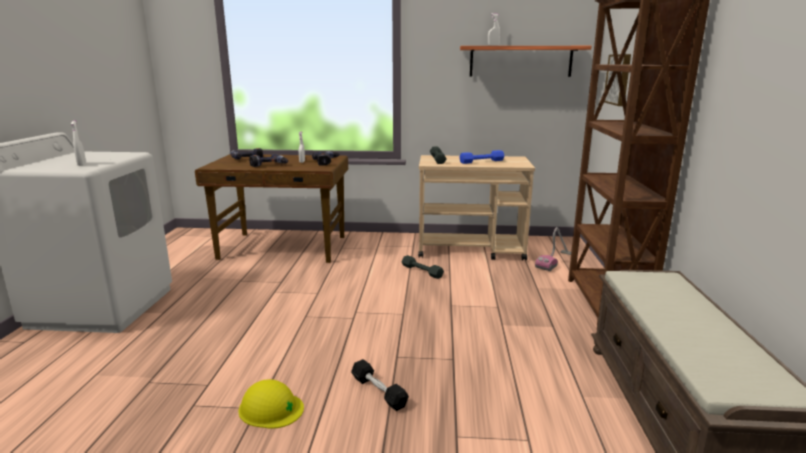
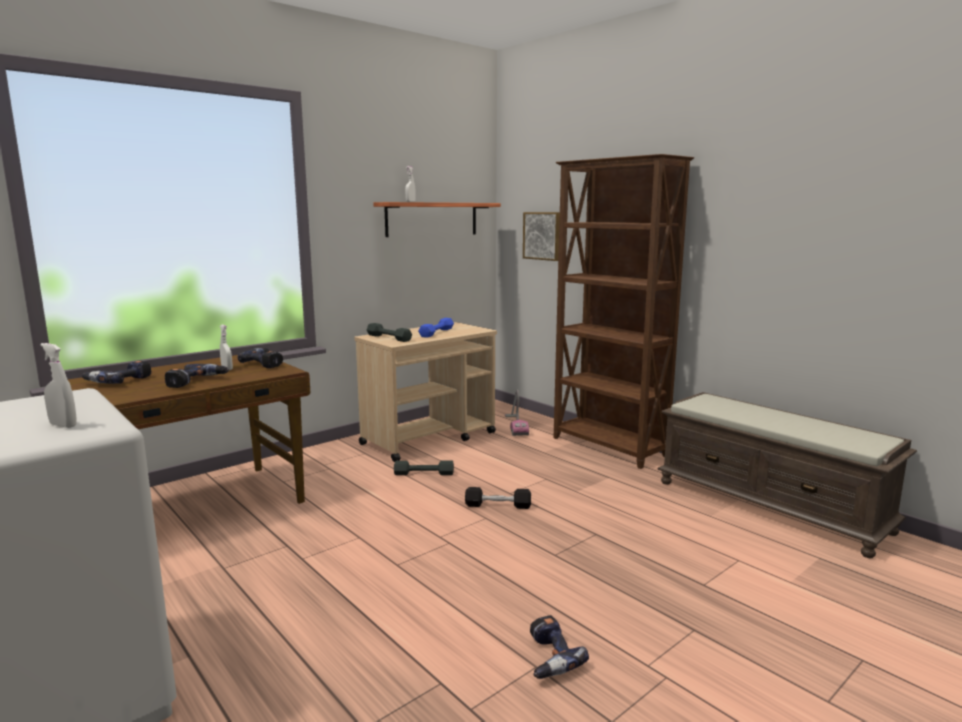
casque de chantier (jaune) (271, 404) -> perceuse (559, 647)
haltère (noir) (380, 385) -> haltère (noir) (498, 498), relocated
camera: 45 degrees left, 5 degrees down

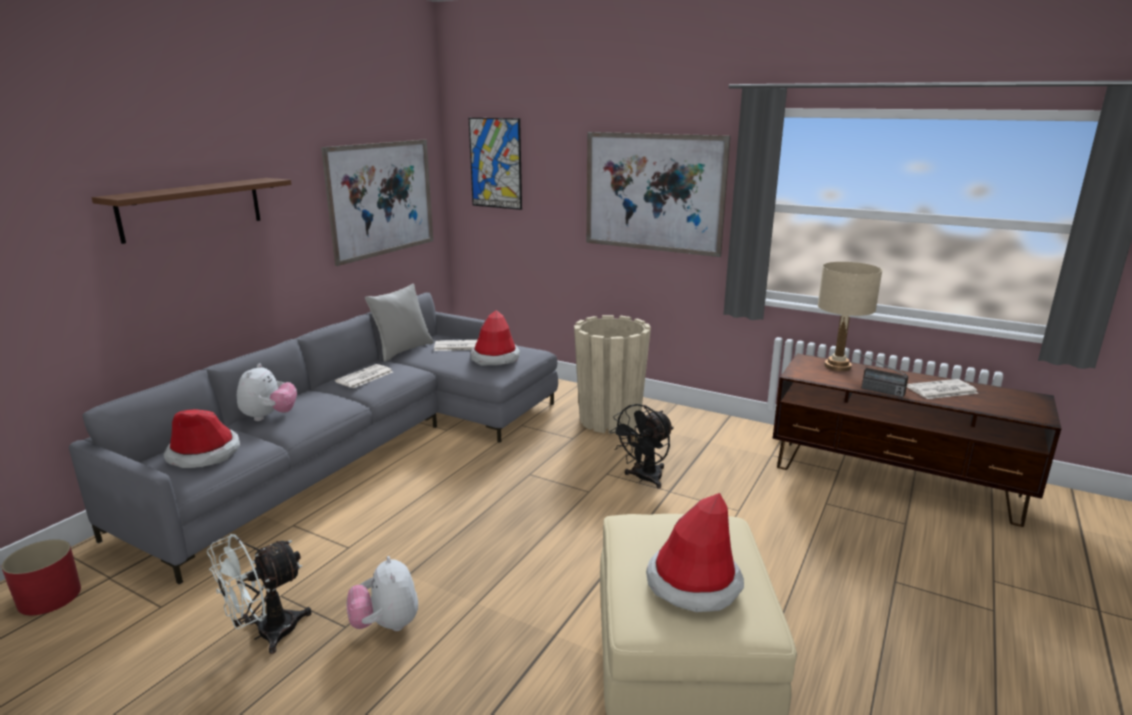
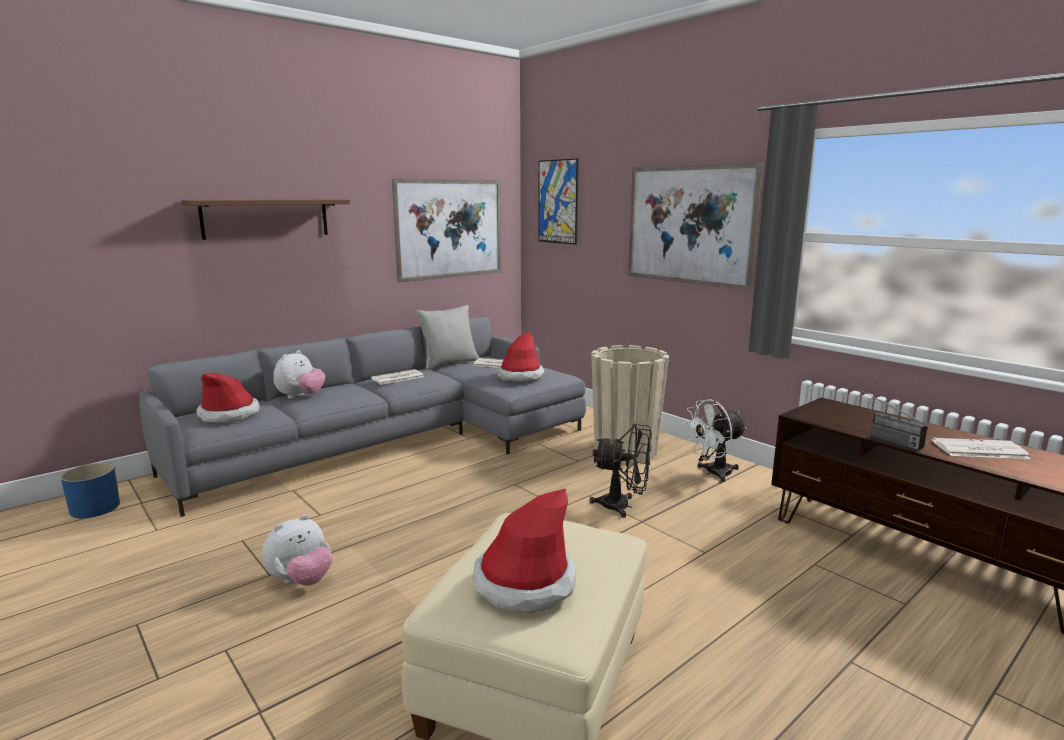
cache-pot (rouge) (41, 577) -> cache-pot (bleu) (90, 490)
ventilateur (blanc) (259, 594) -> ventilateur (blanc) (715, 440), relocated
peluche (382, 593) -> peluche (297, 550), 135 degrees counterclockwise
ventilateur (noir) (641, 446) -> ventilateur (noir) (620, 471), 135 degrees counterclockwise
lampe de table (beige) (850, 316) -> none
camera: 20 degrees right, 5 degrees down

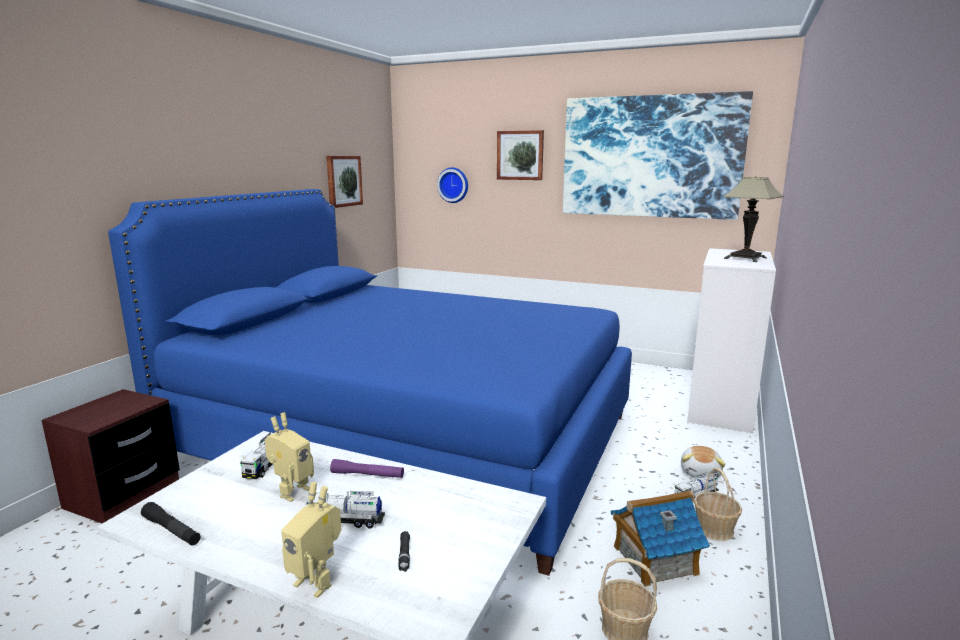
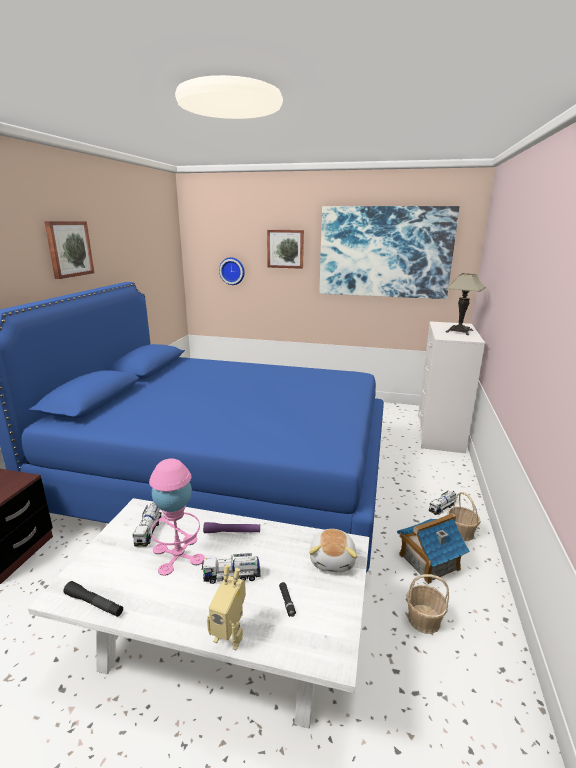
robot jouet (289, 457) -> lampe de table (rose) (177, 517)
tableau (344, 182) -> tableau (69, 250), relocated
peluche (703, 462) -> peluche (333, 550), relocated
camera: 10 degrees left, 5 degrees up

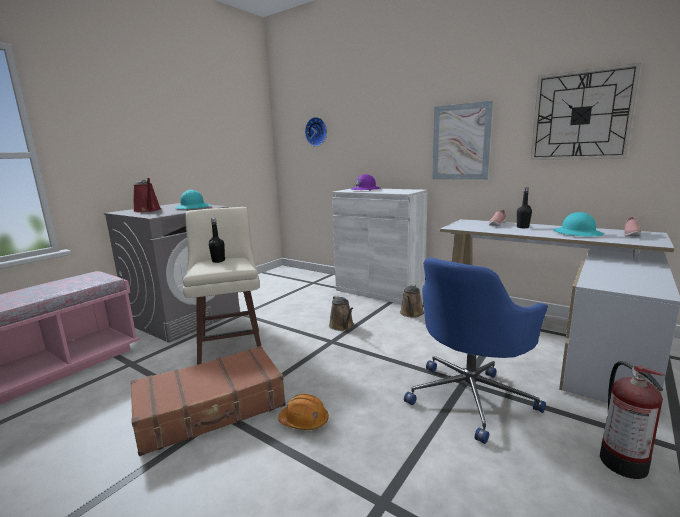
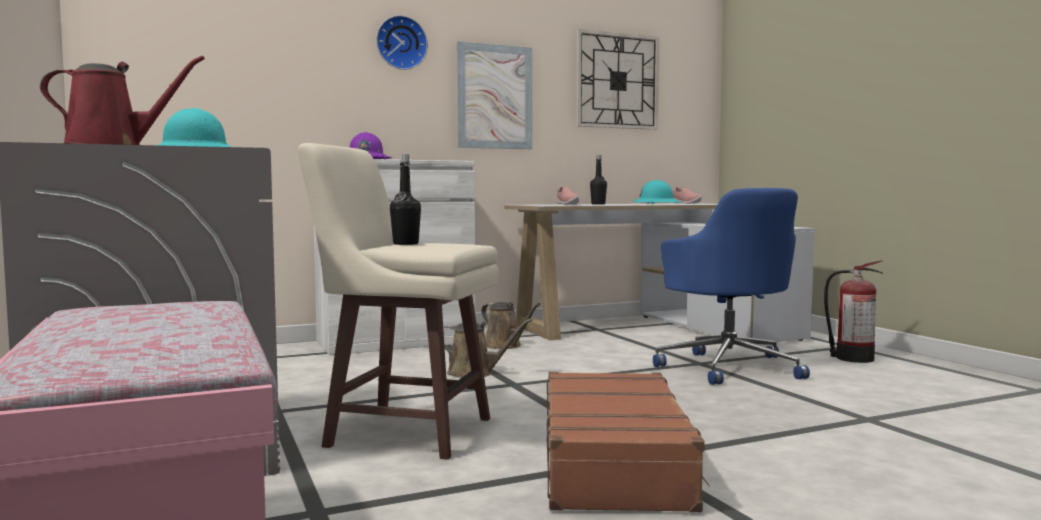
casque de chantier (orange) (303, 412) -> none
horloge murale (316, 132) -> horloge murale (402, 42), relocated
camera: 60 degrees left, 10 degrees down

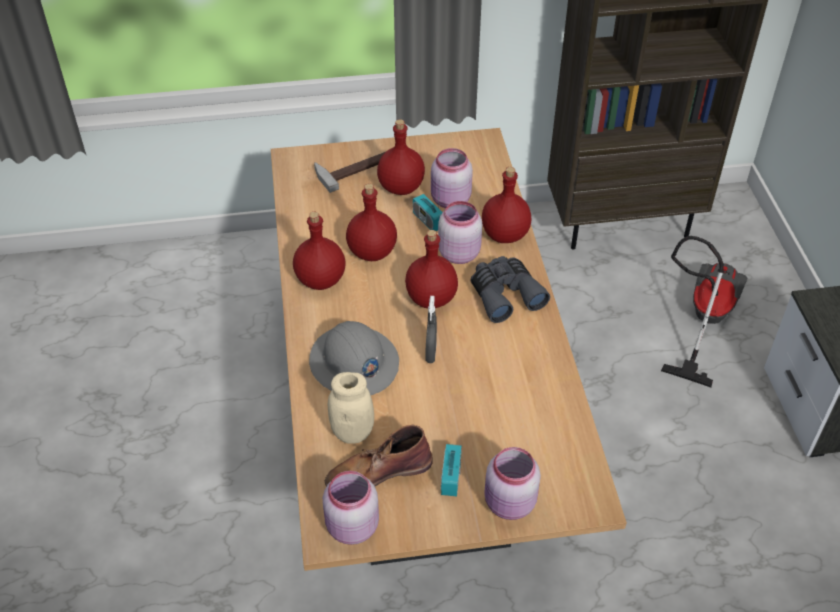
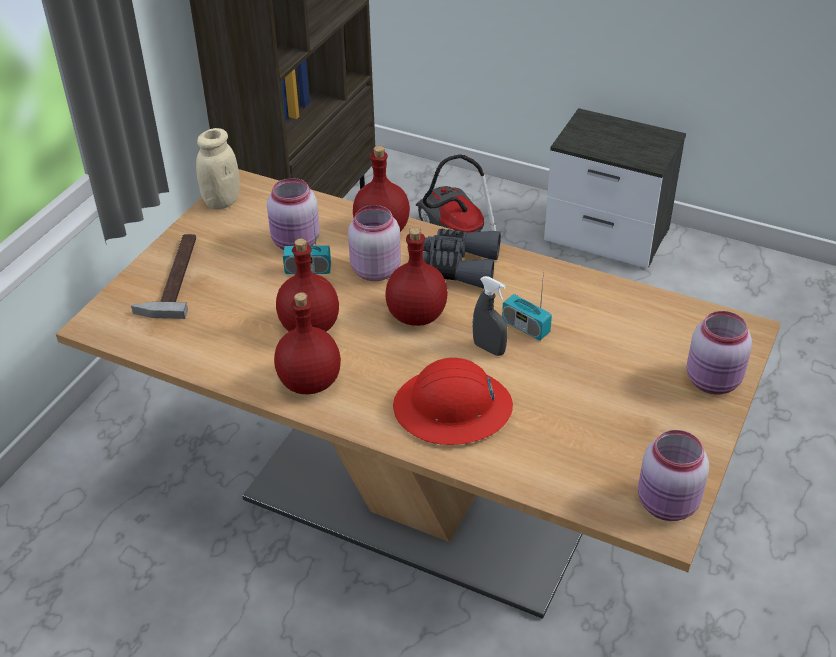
casque de chantier (gris) (354, 358) -> casque de chantier (rouge) (453, 401)
botte (marron) (379, 456) -> none
bocal (beige) (351, 408) -> bocal (beige) (218, 168), relocated
bouteille (rouge) (401, 157) -> none
radio (451, 470) -> radio (527, 306), relocated
camera: 55 degrees left, 5 degrees down

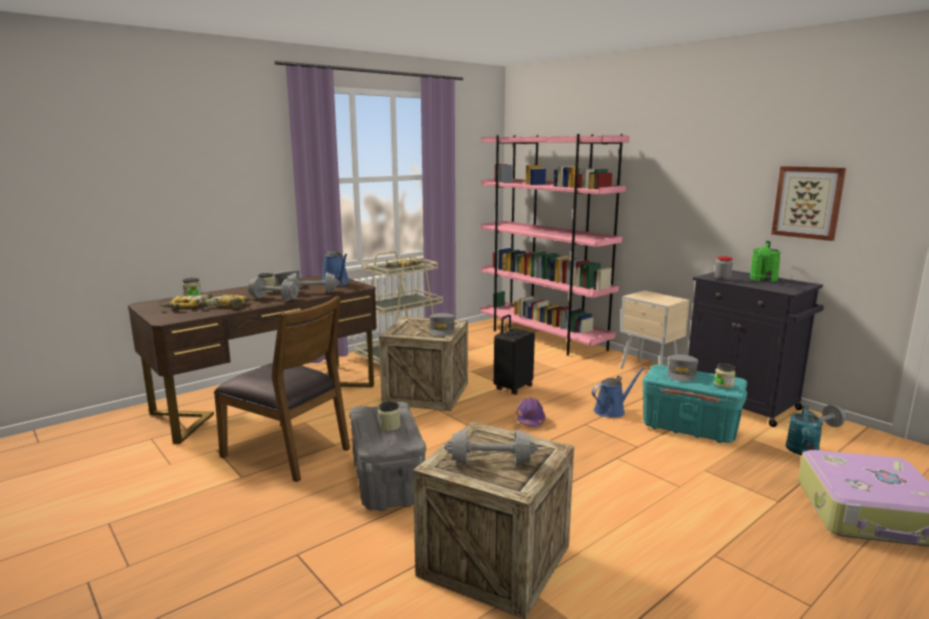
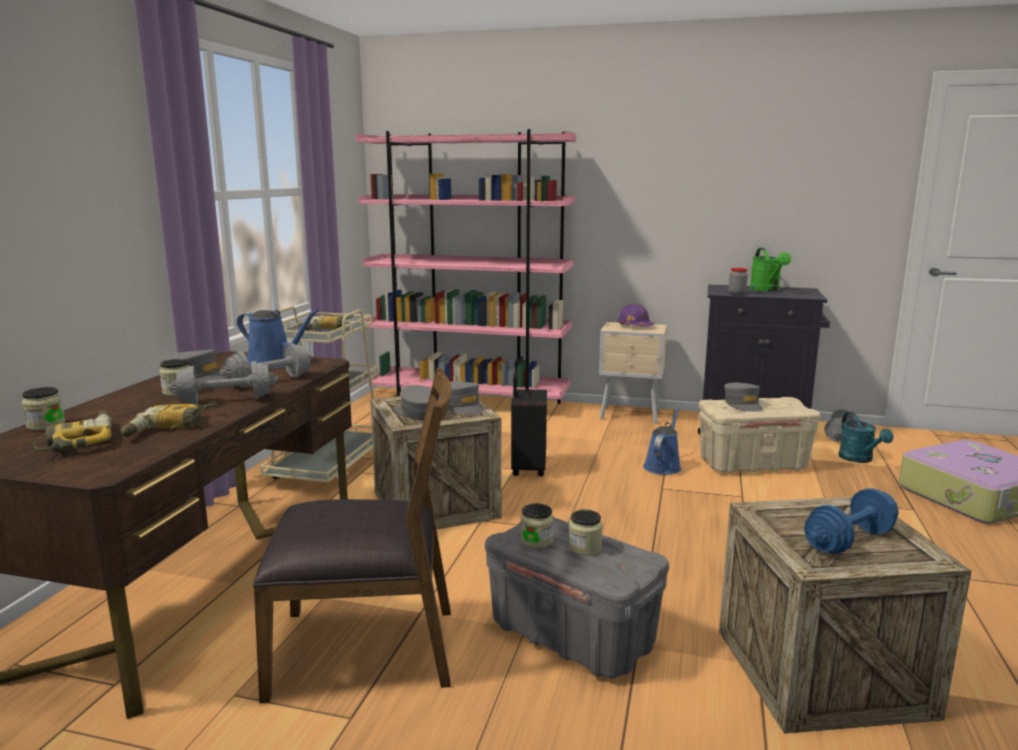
haltère (gris) (491, 447) -> haltère (bleu) (851, 521)
casque de chantier (violet) (530, 411) -> casque de chantier (violet) (635, 315), relocated
boîte de rangement (turquoise) (695, 404) -> boîte de rangement (beige) (759, 435)
bocal (725, 376) -> bocal (537, 526), relocated
tableau (808, 203) -> none
none -> casquette (gris) (418, 402)
camera: 35 degrees left, 0 degrees up

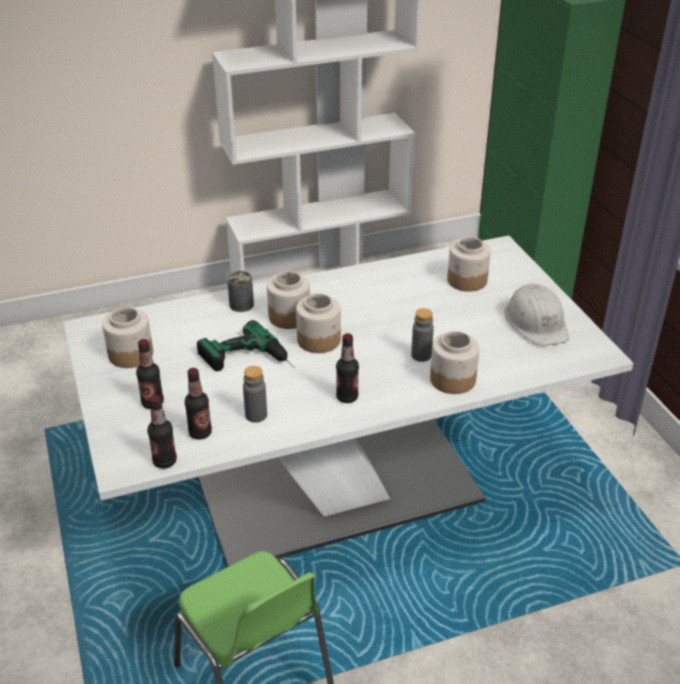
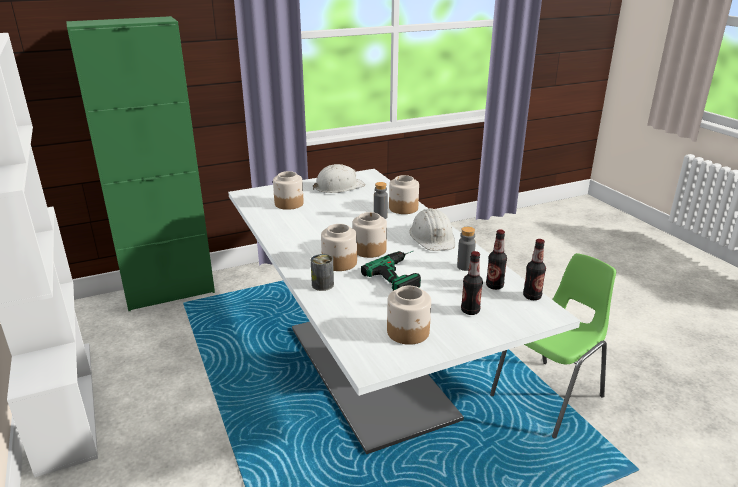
bouteille (347, 368) -> casque de chantier (blanc) (432, 229)
camera: 95 degrees left, 10 degrees down

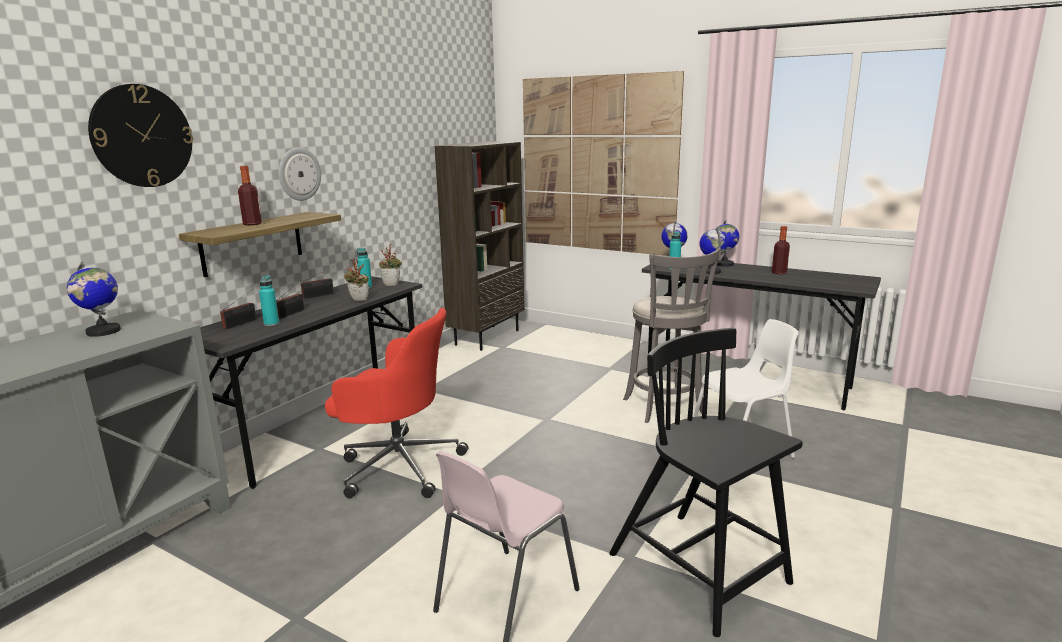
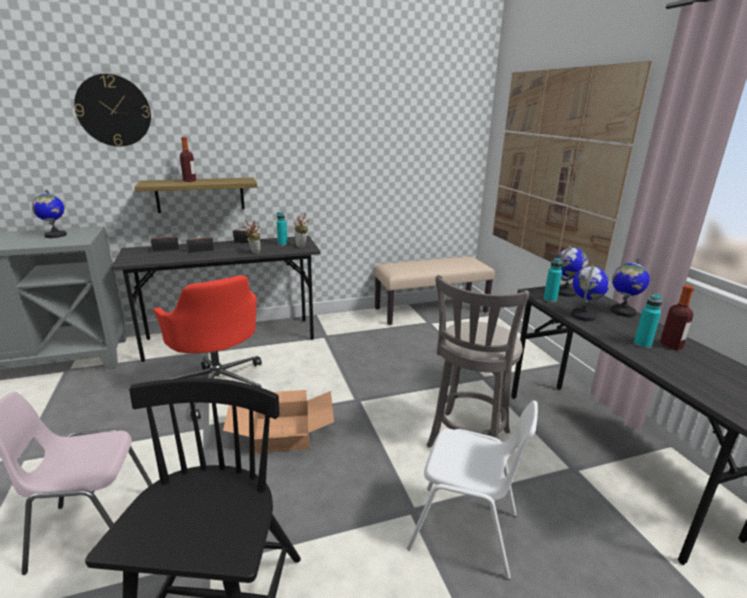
bouteille (turquoise) (269, 301) -> bouteille (turquoise) (648, 321), relocated
horloge murale (300, 174) -> none
bibliothèque (marron) (479, 246) -> banc (beige) (434, 290)
none -> carton (278, 421)
camera: 40 degrees right, 5 degrees up

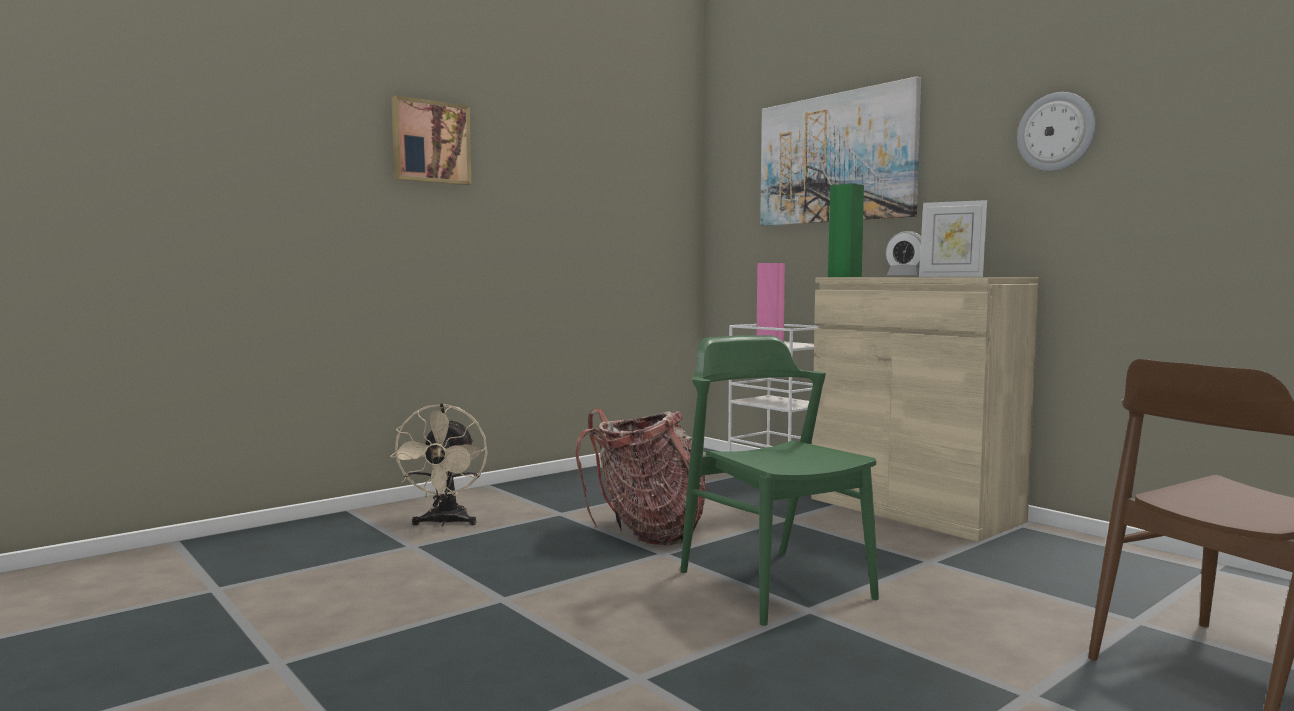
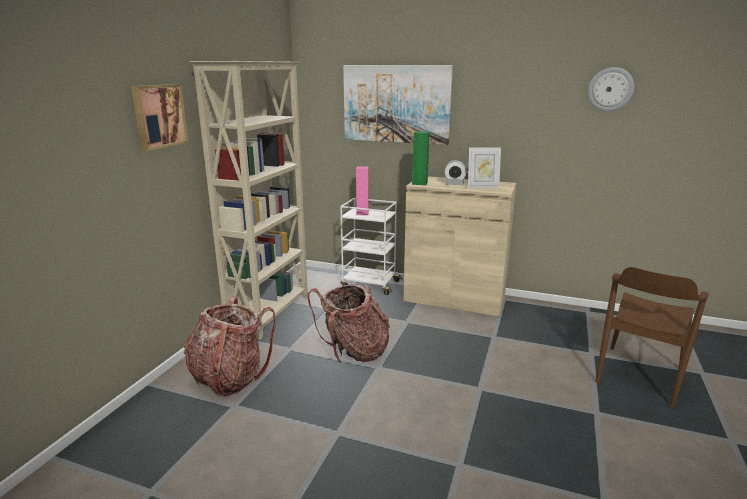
ventilateur (beige) (439, 464) -> sac à dos (230, 346)
chaise (vert) (780, 480) -> none
horloge murale (1056, 131) -> horloge murale (611, 89), relocated
none -> bibliothèque (beige) (249, 200)
camera: 30 degrees left, 15 degrees up

